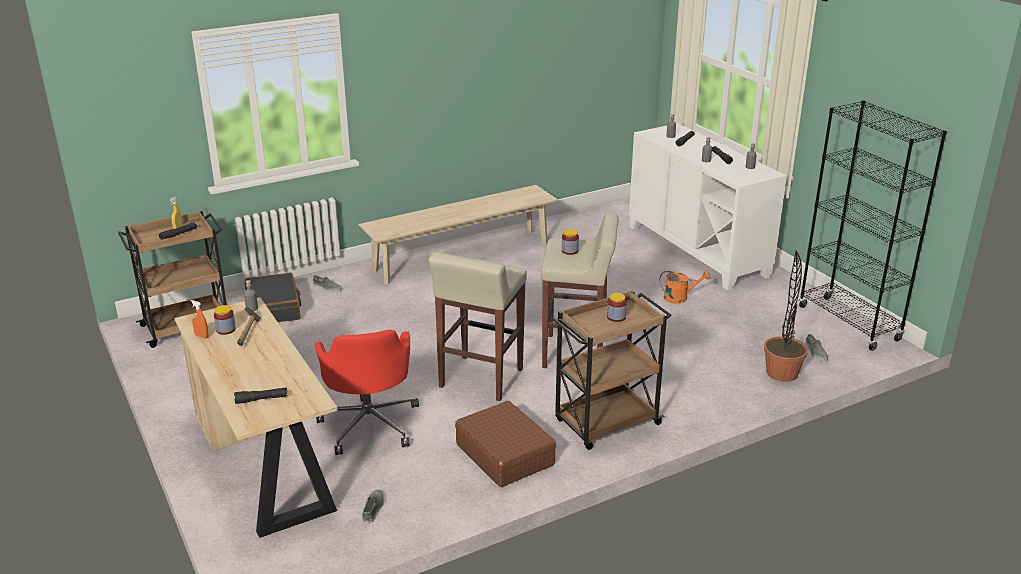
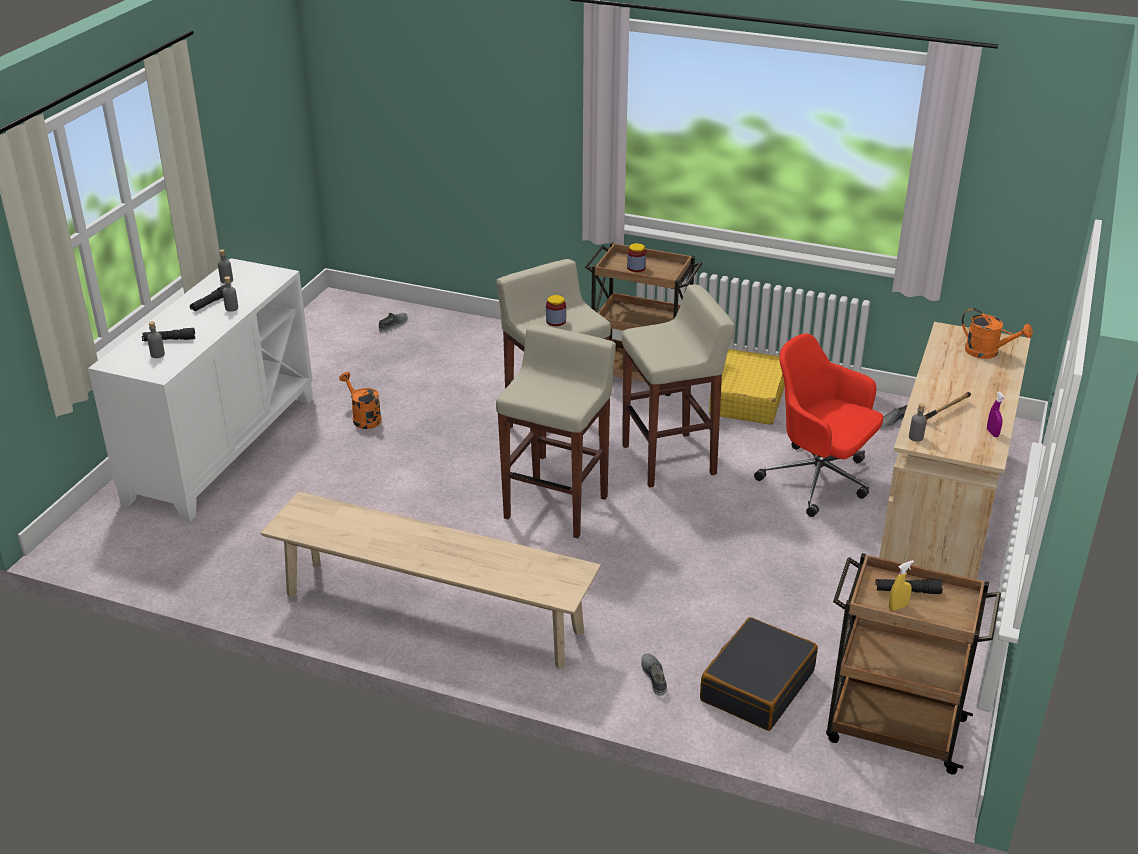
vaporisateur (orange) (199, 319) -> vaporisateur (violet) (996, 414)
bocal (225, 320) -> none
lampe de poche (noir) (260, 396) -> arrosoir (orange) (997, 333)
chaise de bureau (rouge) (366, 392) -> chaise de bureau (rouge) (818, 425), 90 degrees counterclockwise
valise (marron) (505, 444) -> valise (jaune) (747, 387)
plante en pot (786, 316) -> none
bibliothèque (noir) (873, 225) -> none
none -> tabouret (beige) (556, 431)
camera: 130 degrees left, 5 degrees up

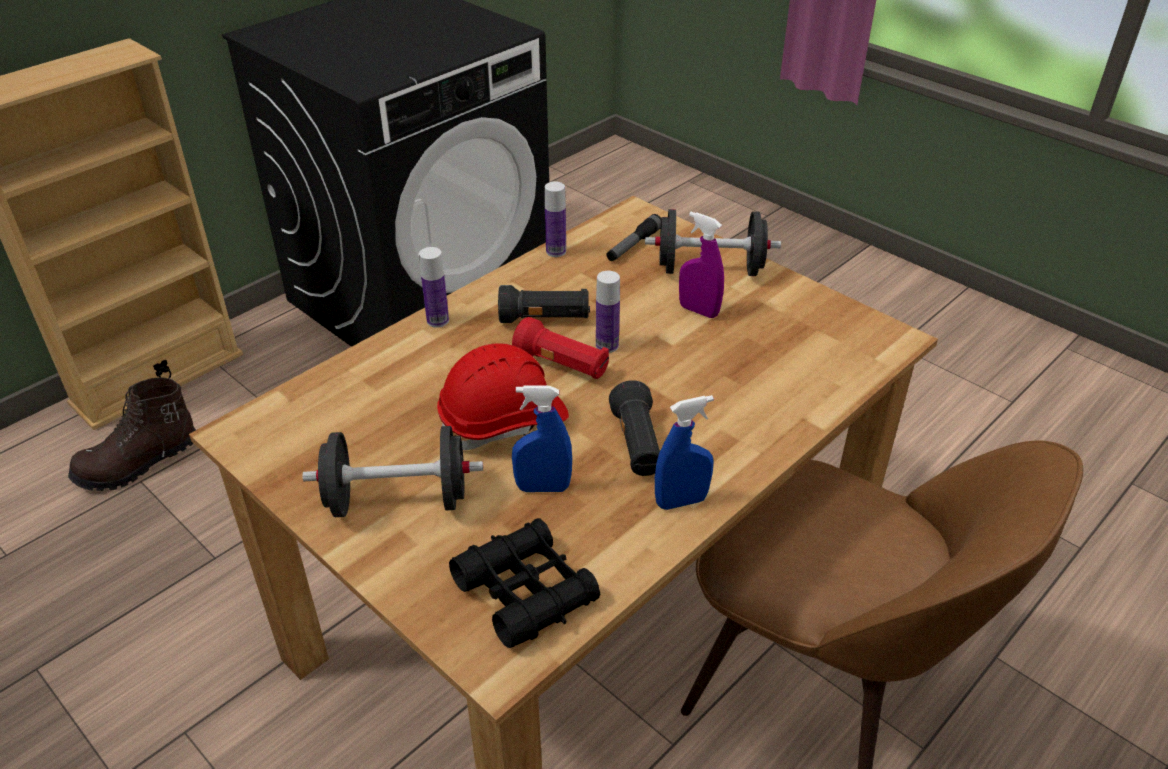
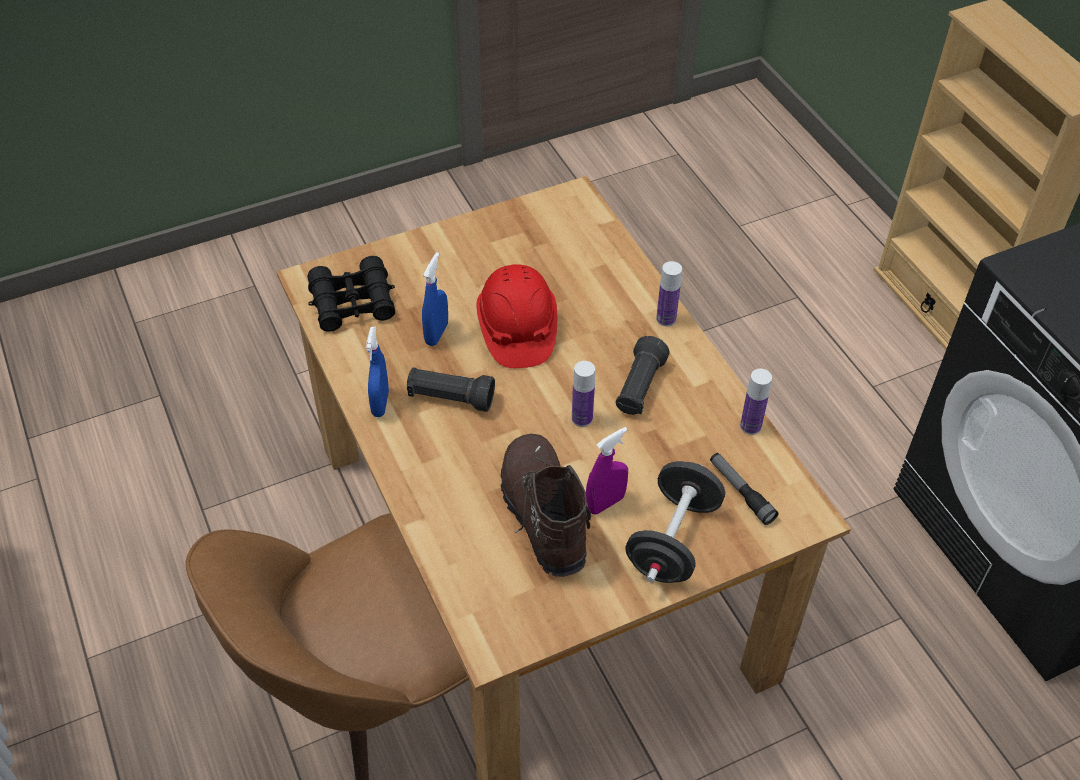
botte (marron) (132, 434) -> botte (marron) (546, 505), relocated
haltère (noir) (392, 471) -> none
lampe de poche (rouge) (560, 348) -> none
camera: 110 degrees right, 10 degrees up

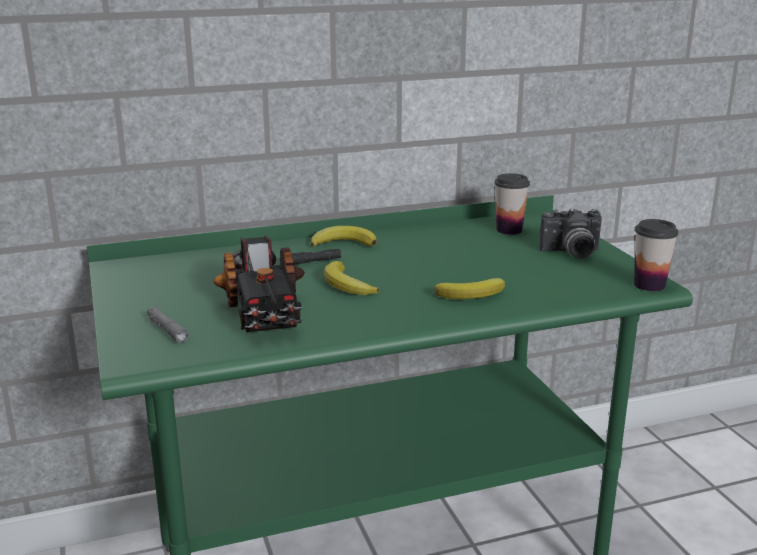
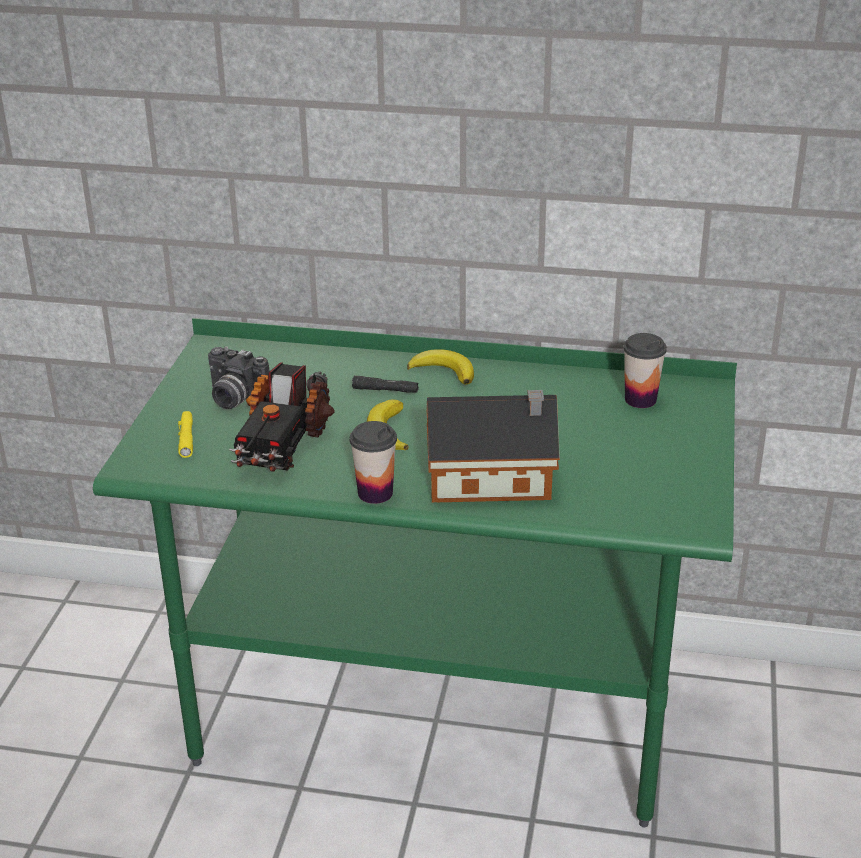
lampe de poche (gris) (168, 324) -> lampe de poche (jaune) (185, 434)
banane (469, 288) -> maison miniature (493, 446)
appareil photo (570, 233) -> appareil photo (238, 377), relocated
tasse (656, 255) -> tasse (373, 462), relocated
camera: 30 degrees right, 10 degrees up

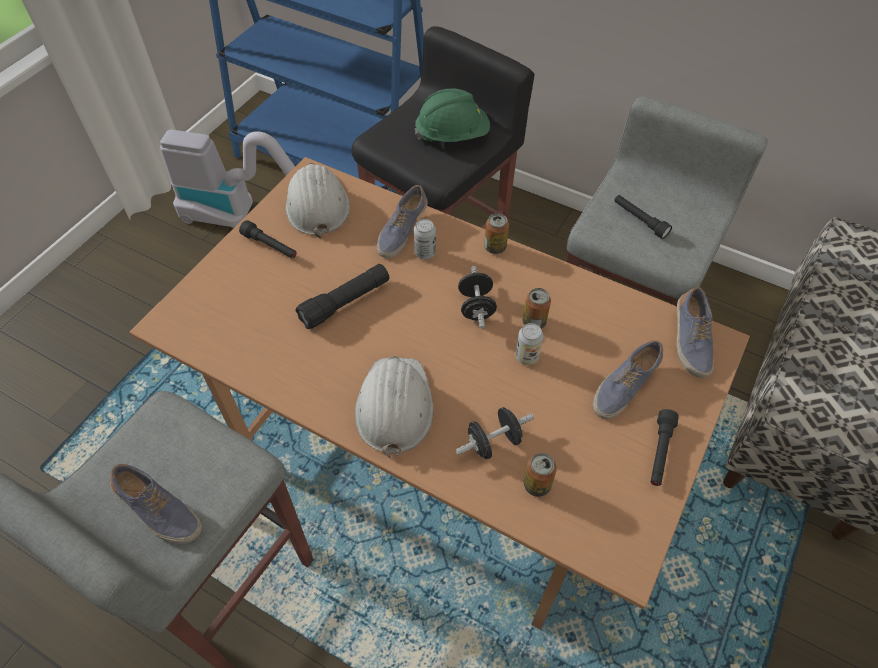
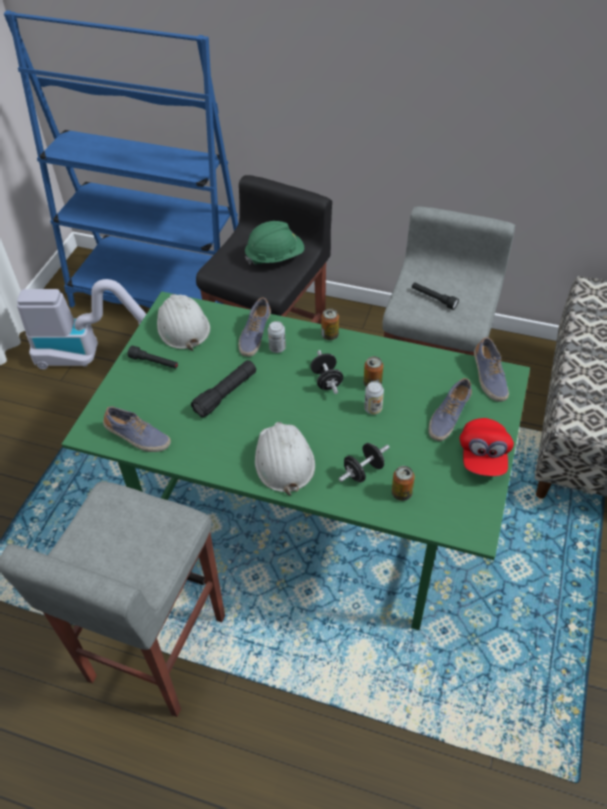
chaussure (156, 504) -> chaussure (137, 429), relocated
table à manger (marron) (440, 393) -> table à manger (vert) (296, 460)
lampe de poche (noir) (665, 447) -> casquette (rouge) (486, 447)
camera: 10 degrees left, 5 degrees down

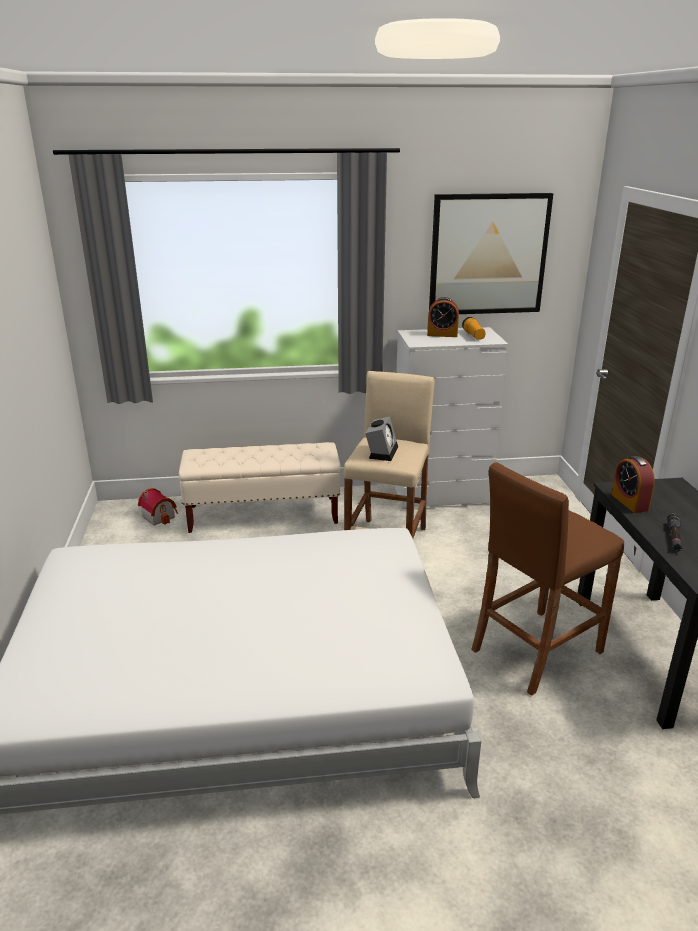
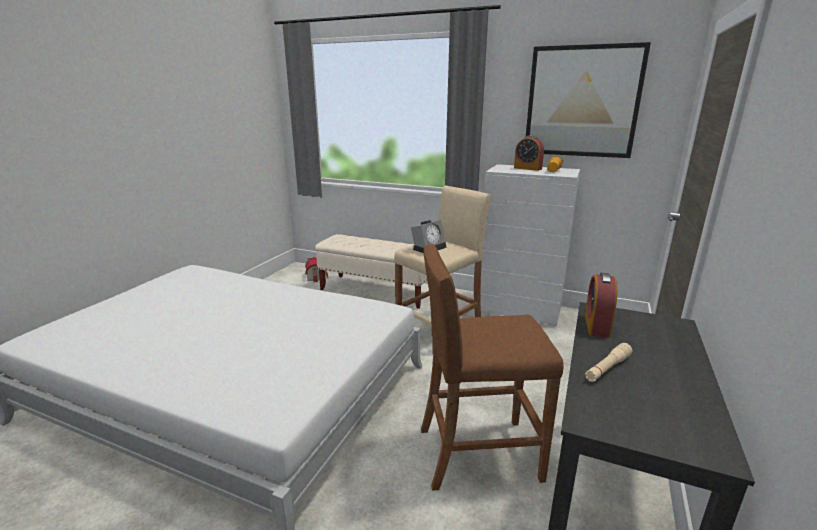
lampe de poche (noir) (674, 532) -> lampe de poche (beige) (609, 362)
camera: 30 degrees right, 5 degrees down

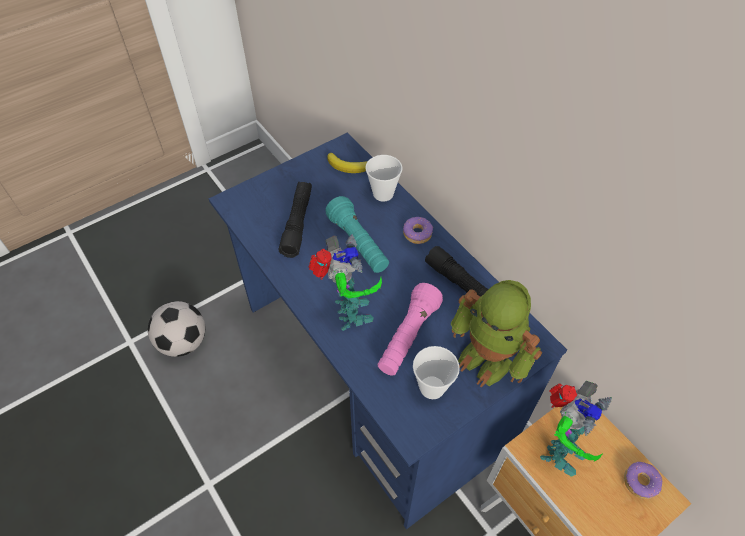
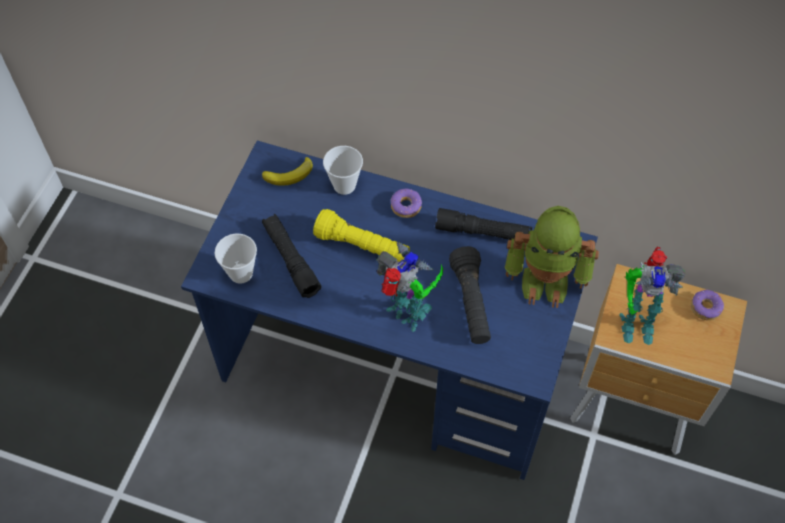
ballon de foot (176, 329) -> none
lampe de poche (turquoise) (357, 234) -> lampe de poche (jaune) (361, 235)
lampe de poche (rose) (410, 329) -> lampe de poche (noir) (470, 295)
tasse (436, 372) -> tasse (236, 258), relocated
robot jouet (576, 429) -> robot jouet (652, 296), 90 degrees clockwise
camera: 35 degrees left, 5 degrees up

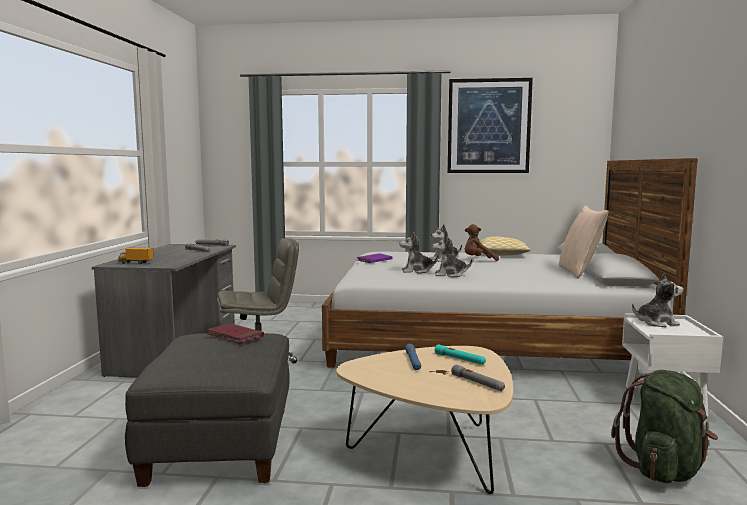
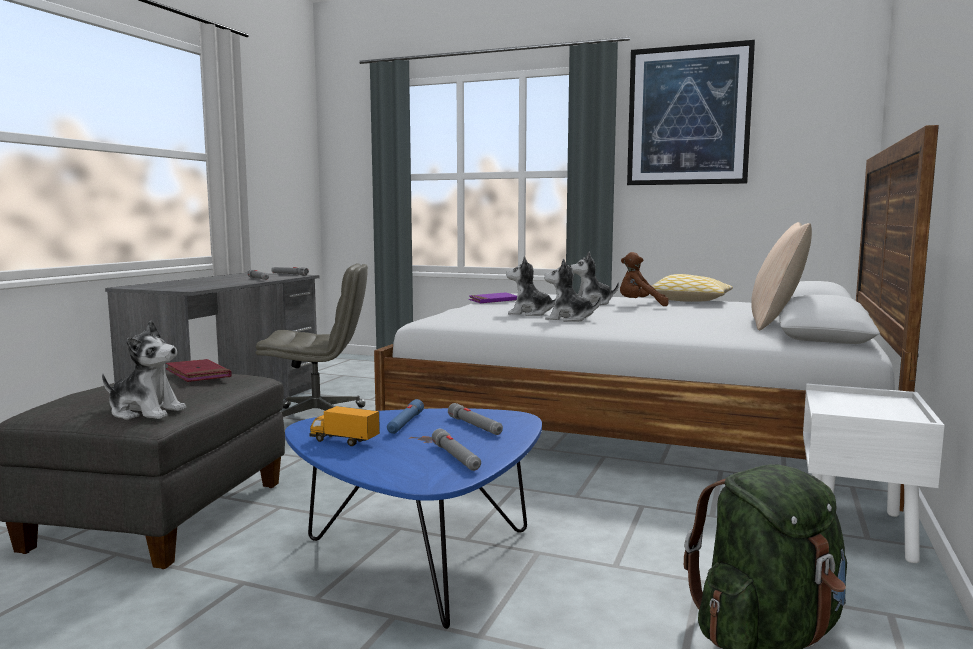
camion jouet (136, 256) -> camion jouet (344, 426), relocated
table basse (beige) (424, 420) -> table basse (bleu) (413, 518)
lampe de poche (turquoise) (460, 354) -> lampe de poche (gris) (475, 419)
peluche (657, 300) -> peluche (144, 370), relocated
camera: 15 degrees right, 0 degrees up

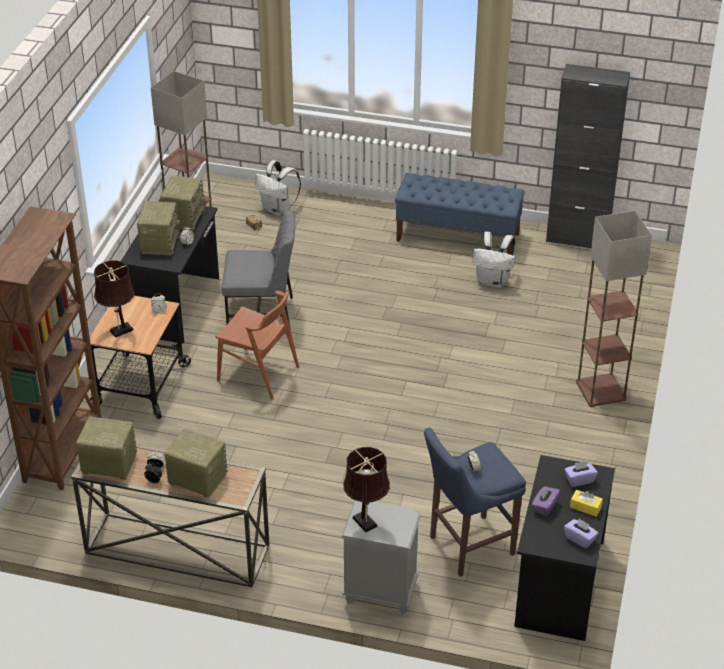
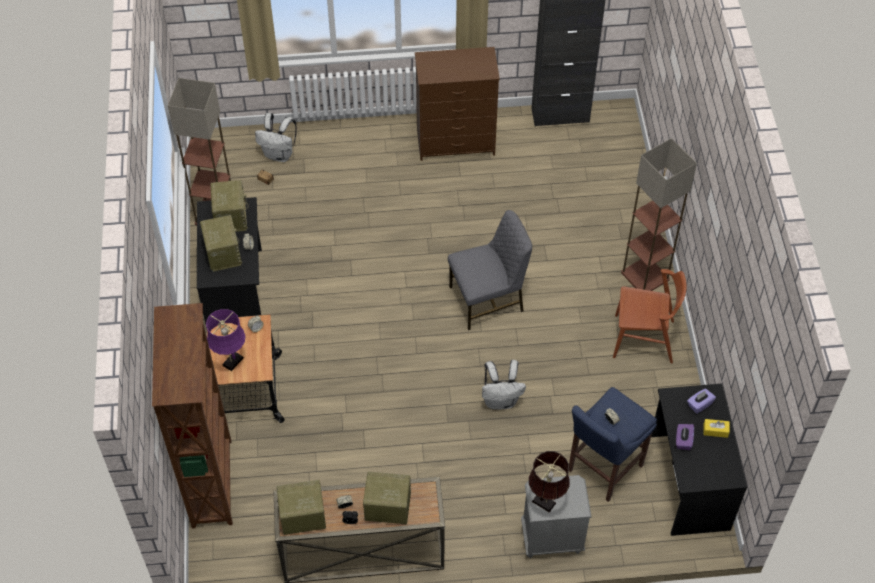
lampe de table (marron) (114, 299) -> lampe de table (violet) (226, 340)
chaise (marron) (257, 345) -> chaise (marron) (650, 316), relocated
chaise (gris) (258, 270) -> chaise (gris) (490, 270), relocated
banc (bleu) (460, 214) -> commode (marron) (457, 104)
sac à dos (blanc) (493, 259) -> sac à dos (blanc) (504, 385), relocated
boîte à mouchoirs (violet) (581, 533) -> none
camera: 20 degrees left, 15 degrees up

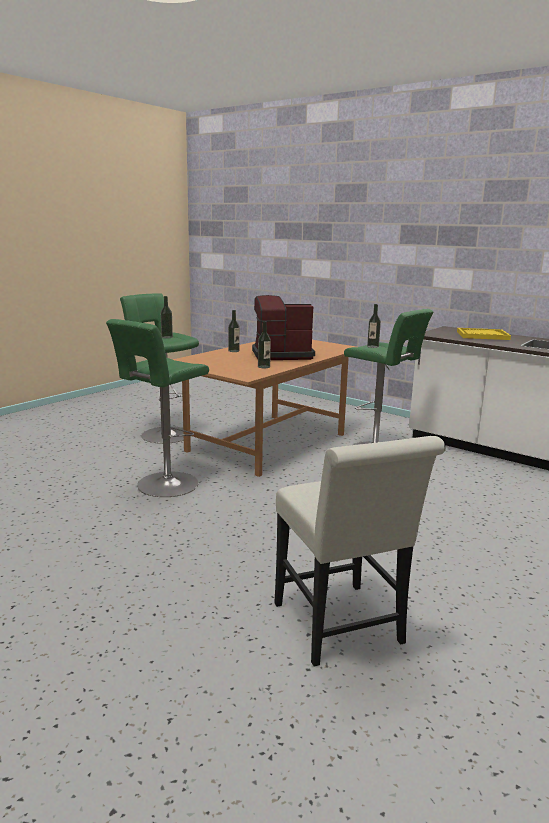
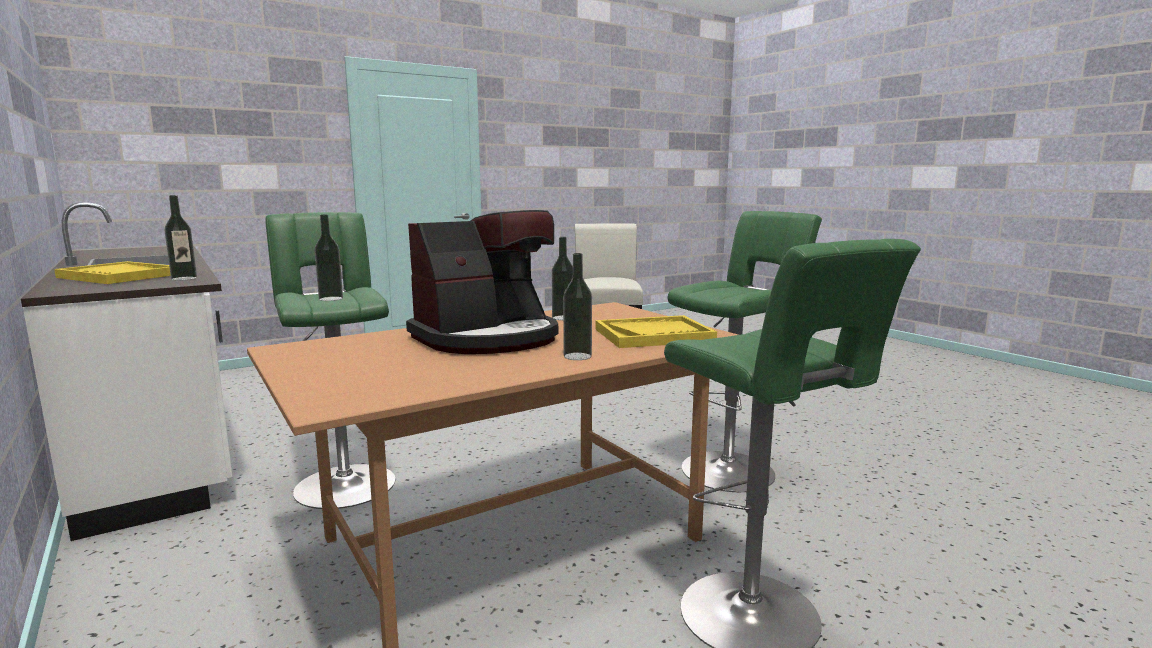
bouteille (167, 317) -> bouteille (180, 237), relocated
machine à café (283, 327) -> machine à café (482, 282), 45 degrees counterclockwise
none -> plateau (jaune) (656, 331)
camera: 160 degrees left, 5 degrees down

